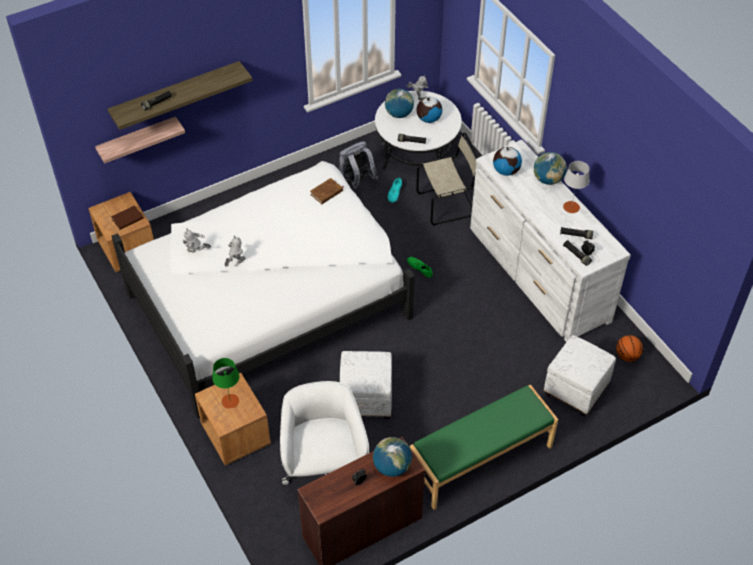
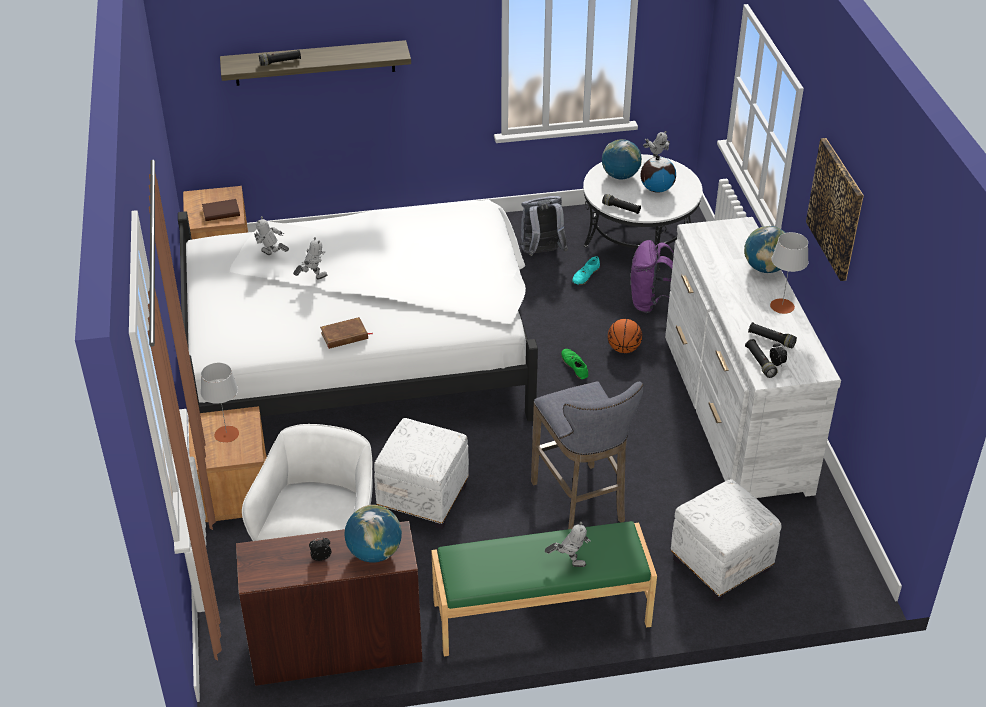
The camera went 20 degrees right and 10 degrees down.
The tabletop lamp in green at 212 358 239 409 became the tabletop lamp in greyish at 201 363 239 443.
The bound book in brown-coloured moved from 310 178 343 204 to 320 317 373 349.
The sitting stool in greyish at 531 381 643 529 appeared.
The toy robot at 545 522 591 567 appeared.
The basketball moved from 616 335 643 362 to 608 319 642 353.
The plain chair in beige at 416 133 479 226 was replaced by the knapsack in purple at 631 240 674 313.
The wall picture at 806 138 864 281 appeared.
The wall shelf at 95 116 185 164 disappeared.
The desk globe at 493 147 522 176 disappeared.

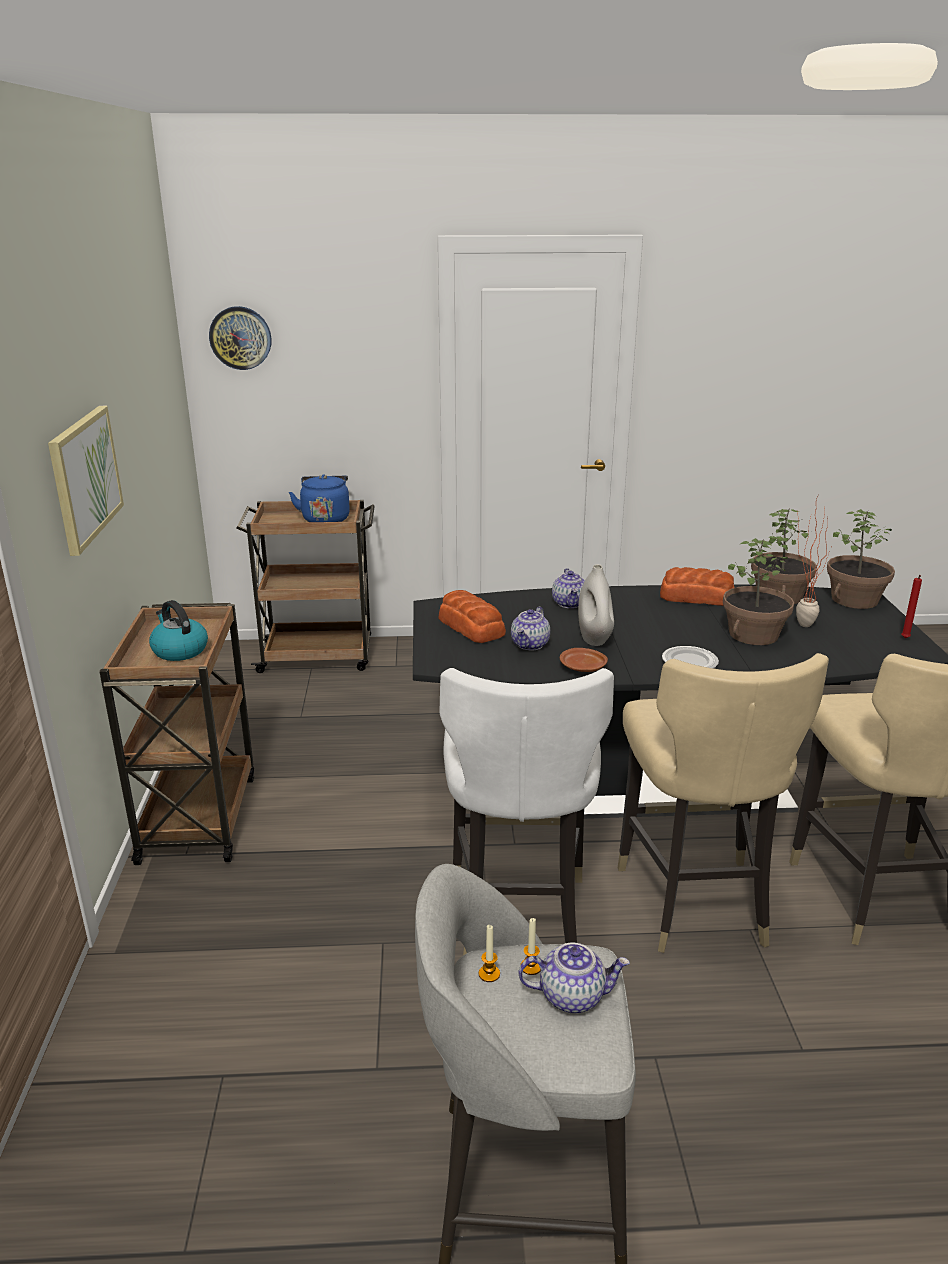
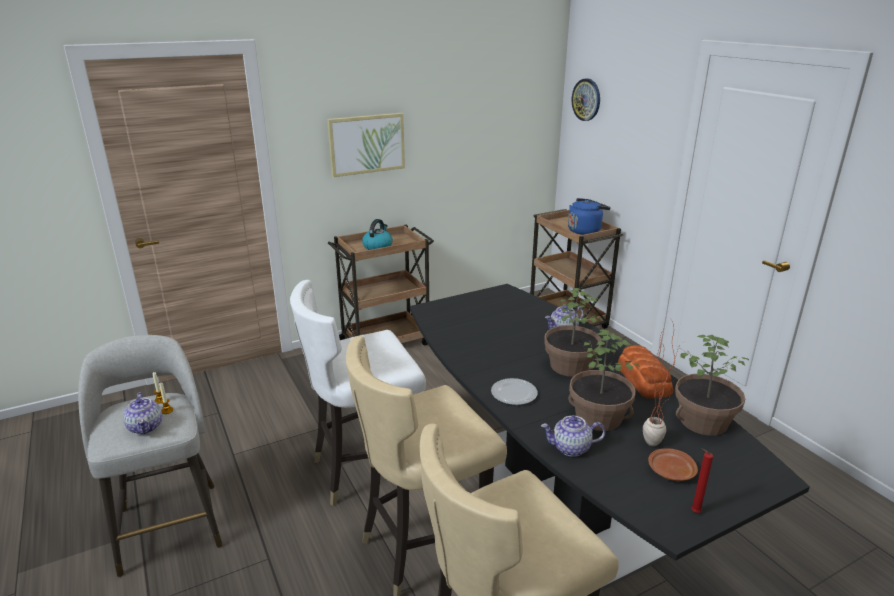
The camera went 65 degrees right and 0 degrees up.
The tea pot moved from 511 607 550 650 to 541 416 605 457.
The potted plant moved from 827 509 895 609 to 544 288 603 377.
The plate in brown-coloured moved from 560 648 608 672 to 648 448 698 481.
The bread at 438 590 506 643 disappeared.
The flower vase in white at 578 564 614 646 disappeared.

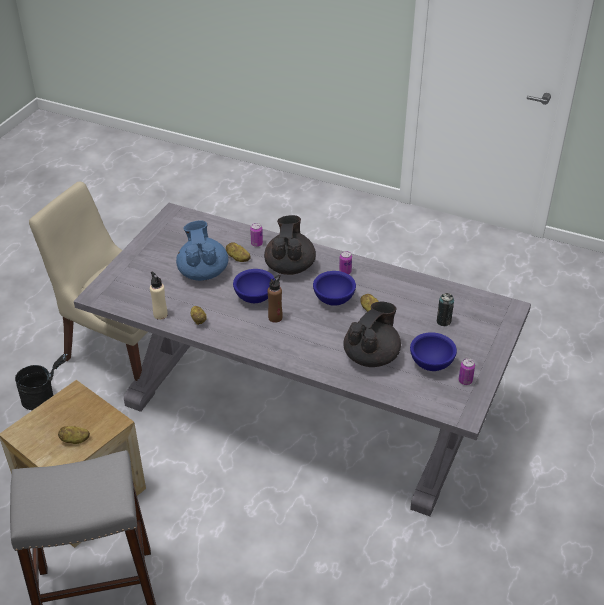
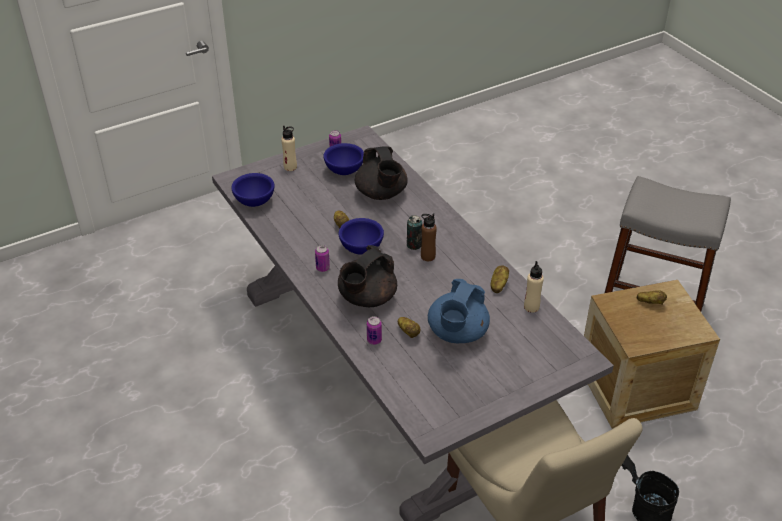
The camera went 145 degrees left and 0 degrees up.
The deep dish in bluish moved from 233 269 275 303 to 231 173 275 207.
The beverage bottle in beige at 281 125 297 171 appeared.
The tea pot in blackish at 343 302 401 367 turned 90 degrees counterclockwise.
The sealed can moved from 437 293 454 326 to 407 215 422 250.

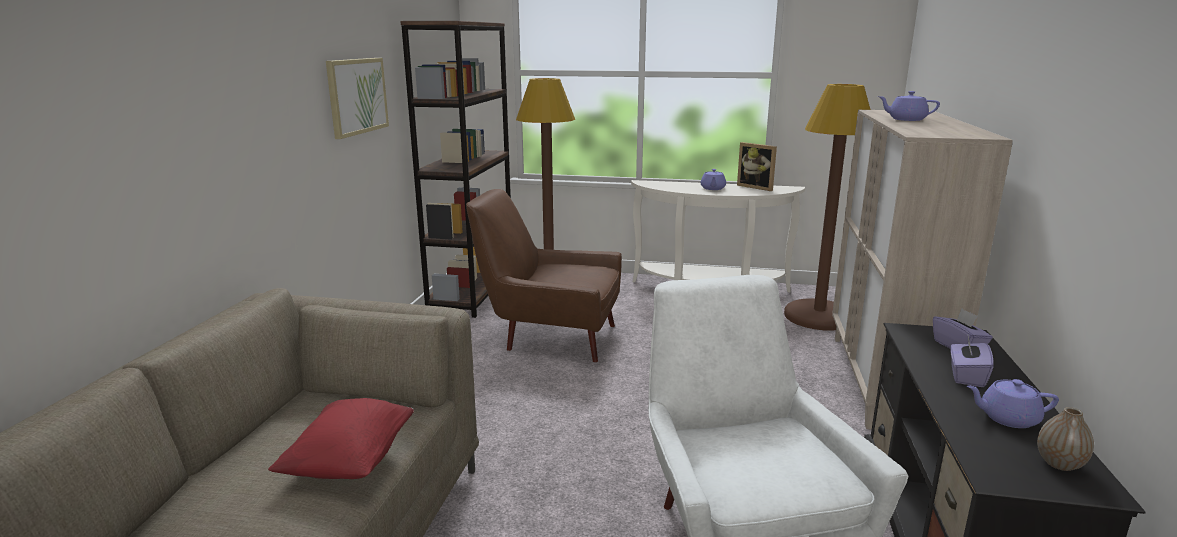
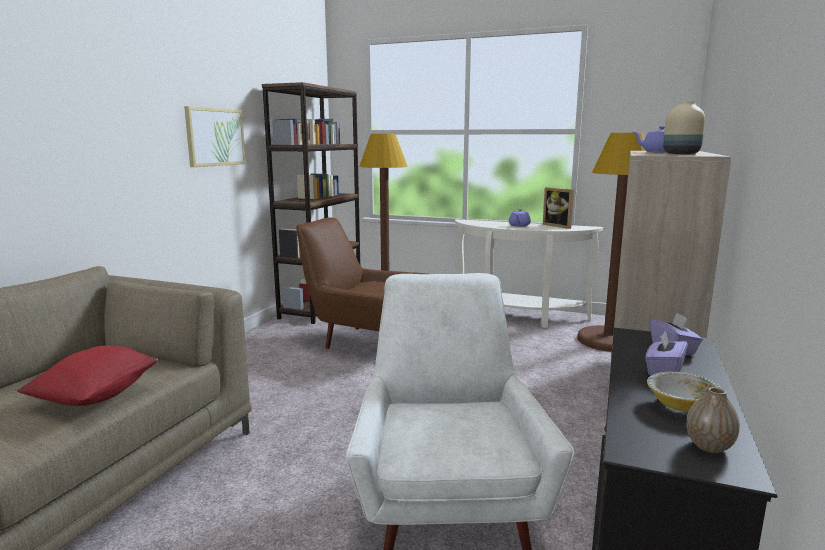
The camera went 10 degrees right and 5 degrees down.
The tea pot in purple at 967 379 1059 428 was replaced by the deep dish at 647 372 722 412.
The flower vase in beige at 663 101 705 154 appeared.

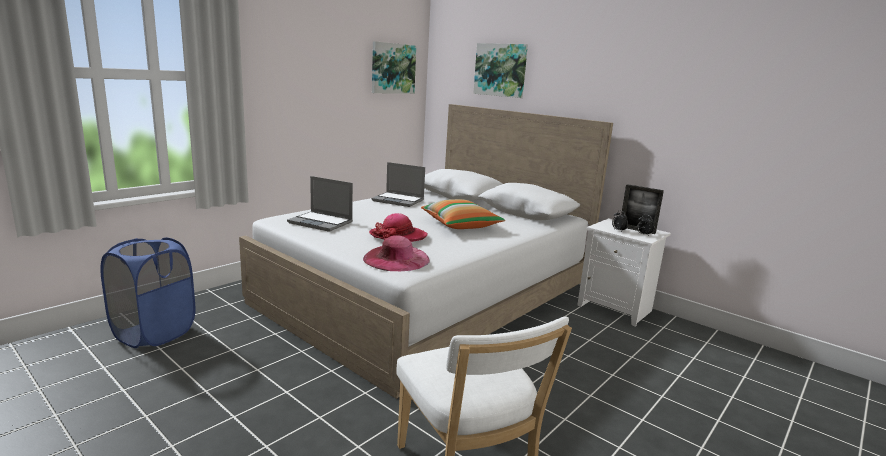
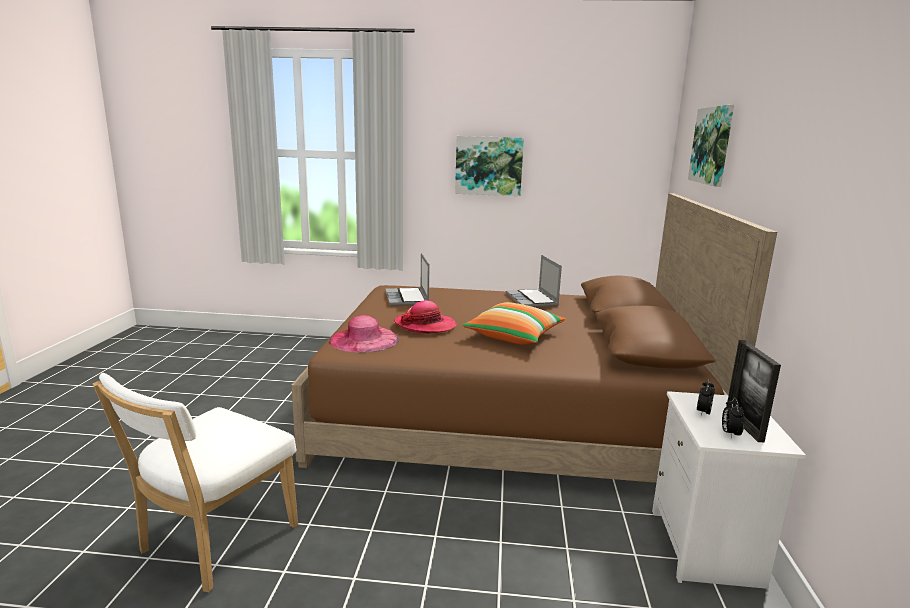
The camera went 55 degrees right and 0 degrees up.
The bed in white at 239 104 613 399 became the bed in brown-coloured at 291 193 777 483.
The wall picture moved from 372 41 416 94 to 455 136 524 196.
The washing basket in bluish at 100 238 195 348 disappeared.

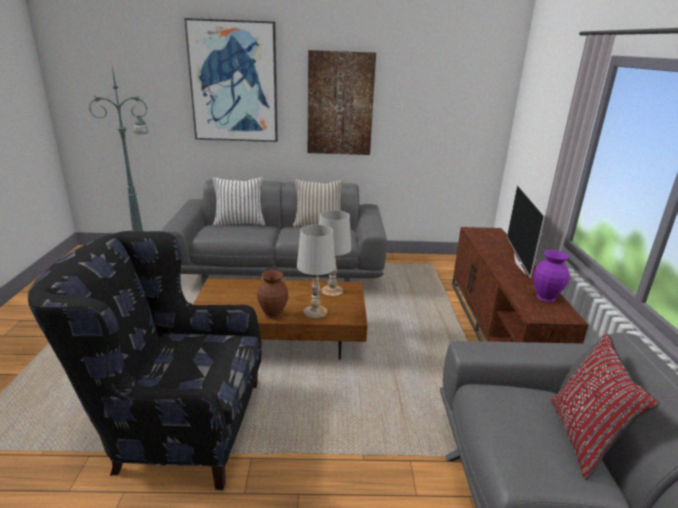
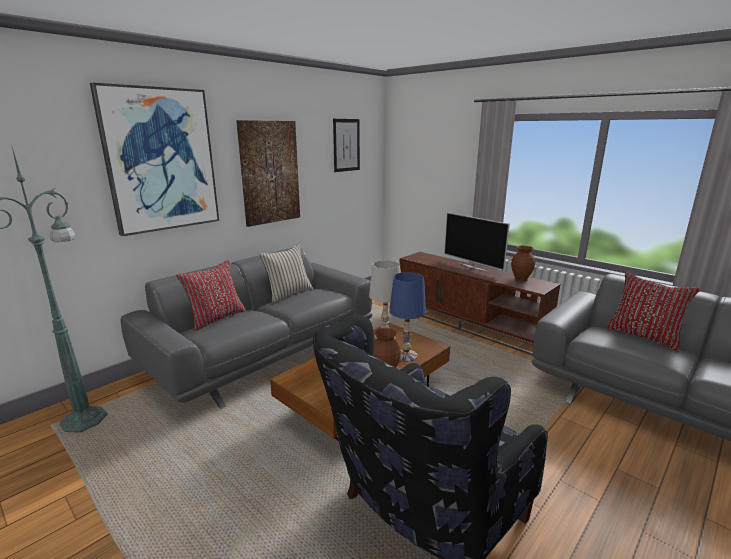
The camera went 45 degrees left and 5 degrees down.
The cushion in white at 212 177 265 226 became the cushion in red-coloured at 176 260 246 331.
The wall picture at 333 119 360 172 appeared.
The tabletop lamp in white at 297 225 335 319 became the tabletop lamp in bluish at 389 272 426 362.
The flower vase in purple at 533 250 570 302 became the flower vase in brown-coloured at 511 245 535 281.

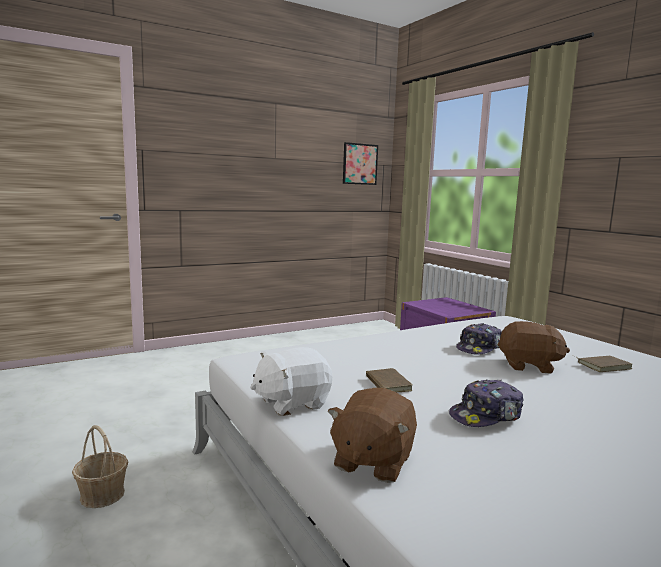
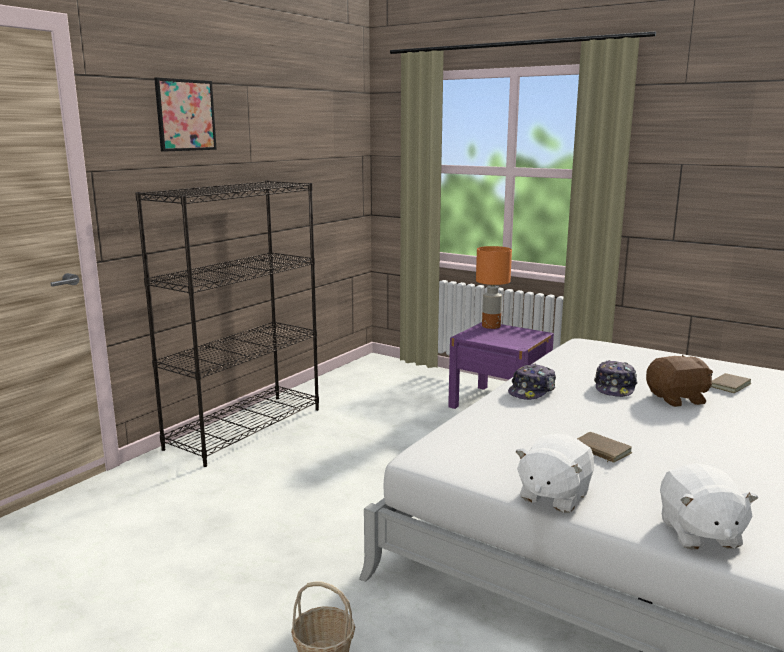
The camera went 25 degrees left and 5 degrees up.
The bookcase in blackish at 135 180 319 467 appeared.
The wall picture moved from 343 142 378 185 to 154 77 217 152.
The tabletop lamp in orangey at 476 246 512 329 appeared.
The baseball cap moved from 449 379 523 427 to 508 363 556 400.
The soft toy in brown-coloured at 327 388 417 483 became the soft toy in white at 660 463 758 549.

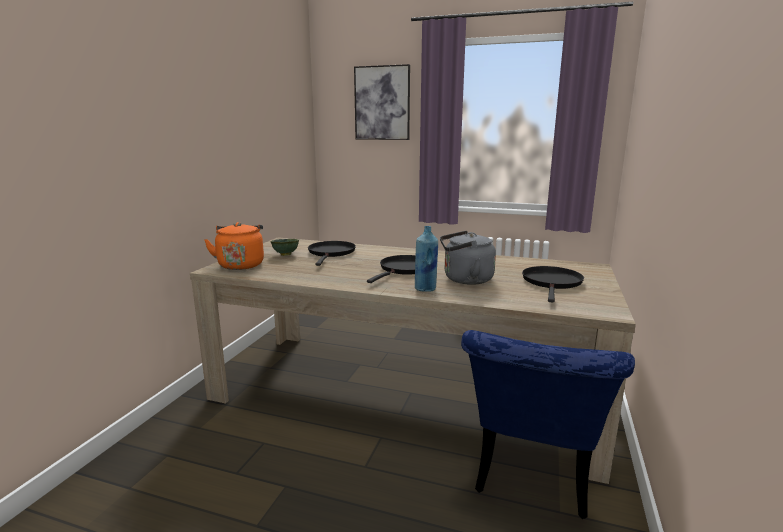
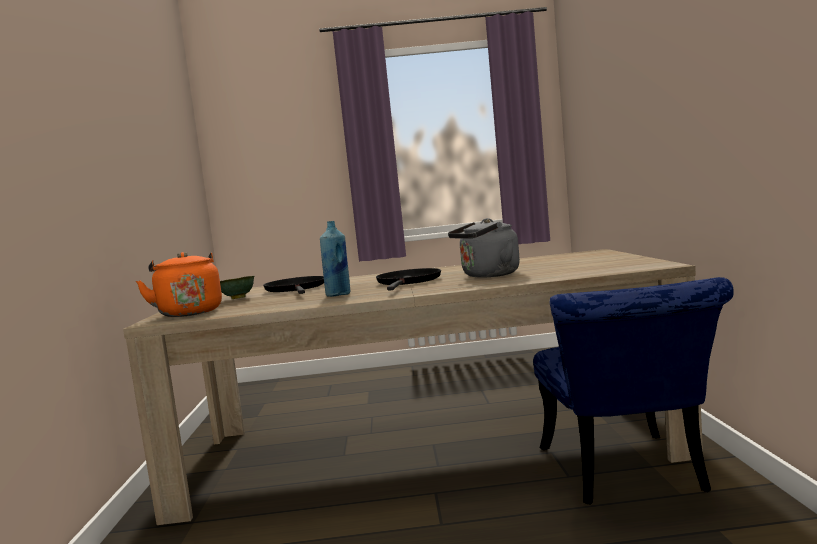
The camera went 20 degrees left and 10 degrees down.
The beverage bottle in bluish moved from 415 226 438 292 to 320 221 350 297.
The wall picture at 354 64 410 140 disappeared.
The skillet in blackish at 522 266 584 303 disappeared.

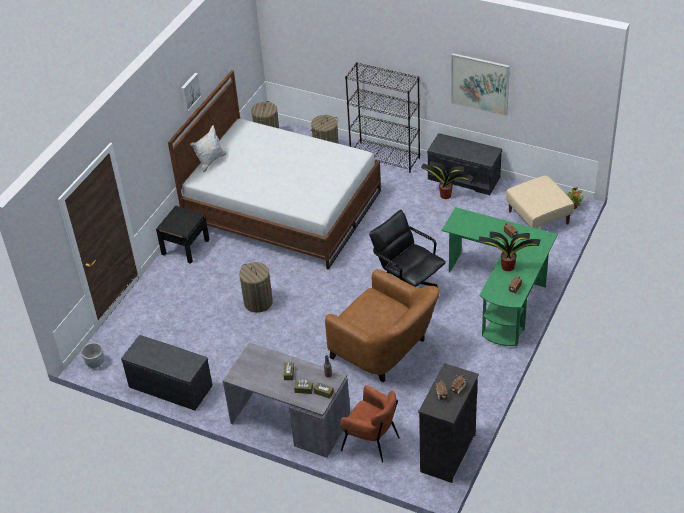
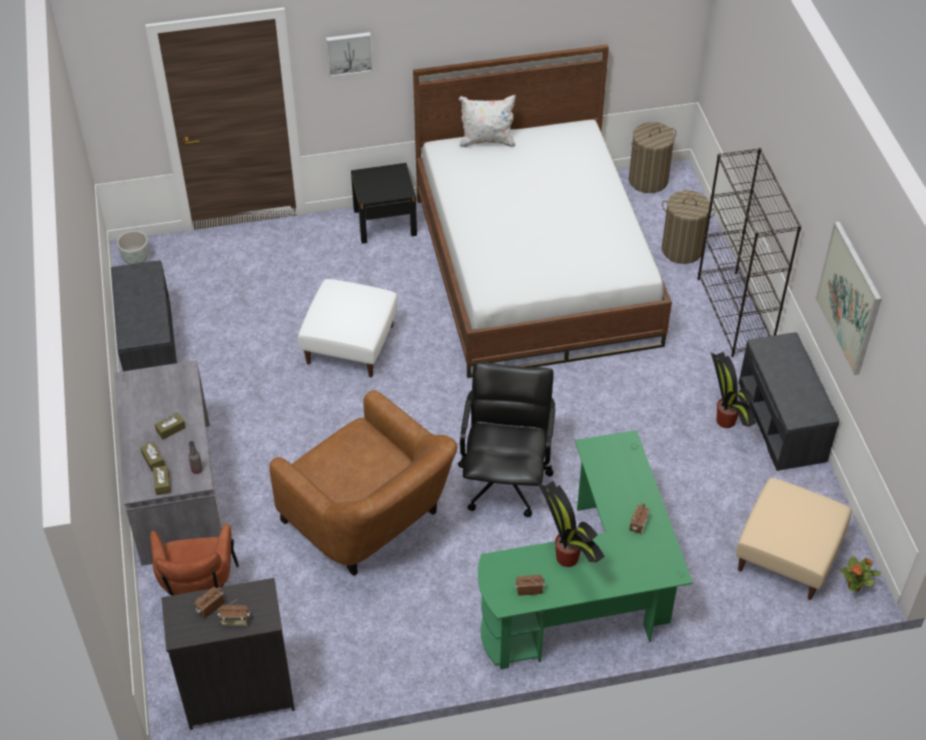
The camera went 50 degrees right and 5 degrees up.
The armchair in brown-coloured at 325 269 440 382 turned 45 degrees counterclockwise.
The washing basket at 239 262 273 313 was replaced by the footrest in white at 298 279 398 377.
The wall picture moved from 181 73 202 112 to 326 32 373 77.

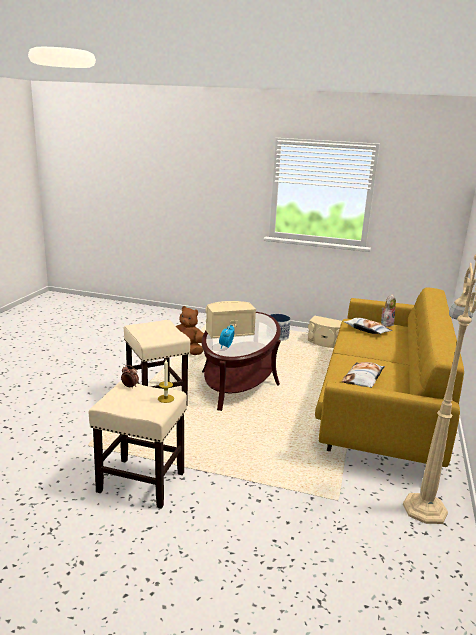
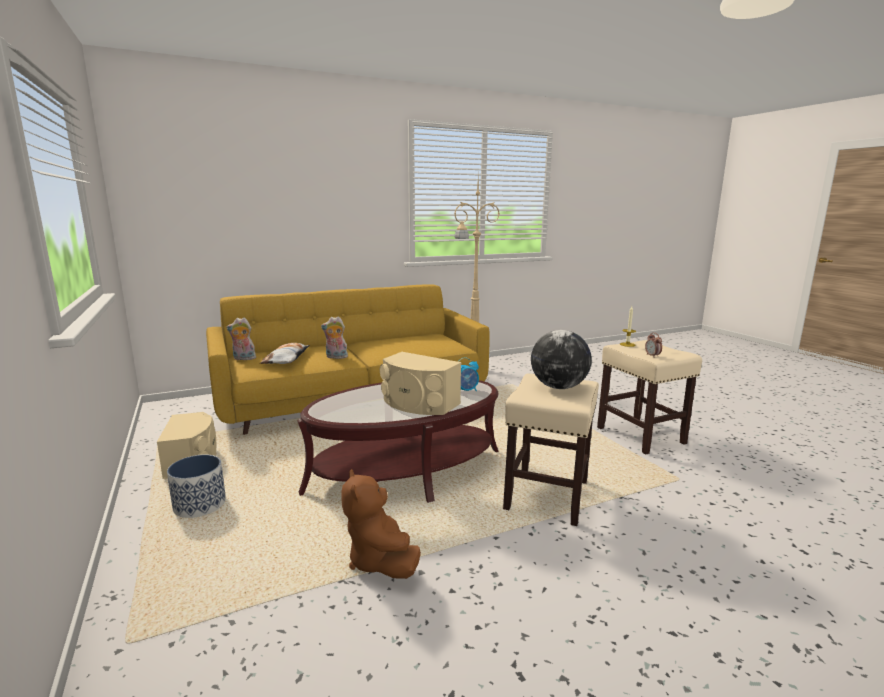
The camera went 130 degrees left and 5 degrees down.
The soft toy at 321 316 348 359 appeared.
The desk globe at 531 330 592 389 appeared.
The cushion at 342 362 385 388 disappeared.

